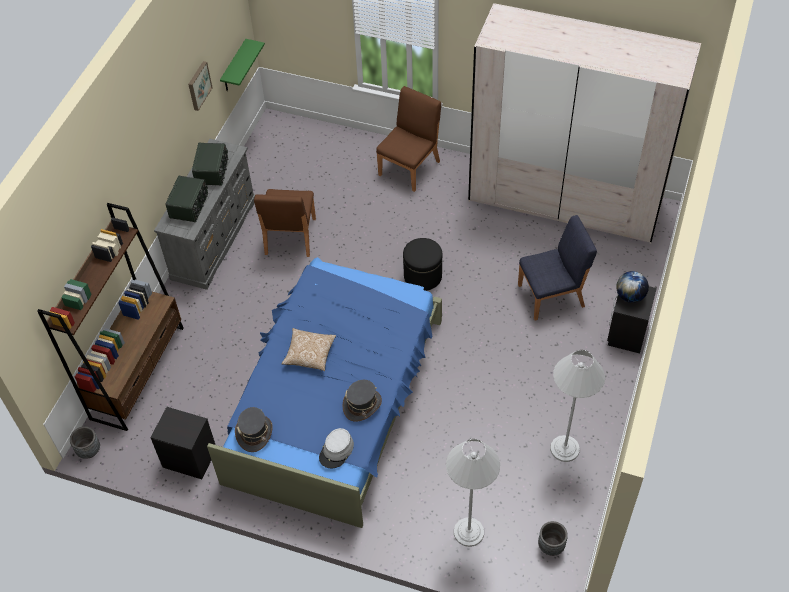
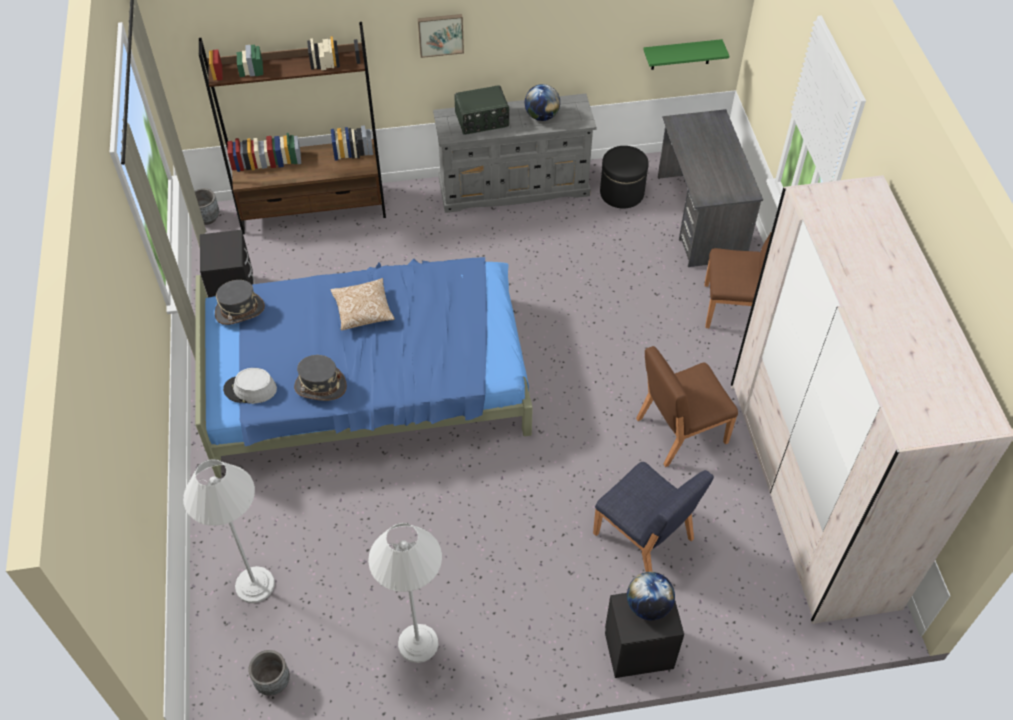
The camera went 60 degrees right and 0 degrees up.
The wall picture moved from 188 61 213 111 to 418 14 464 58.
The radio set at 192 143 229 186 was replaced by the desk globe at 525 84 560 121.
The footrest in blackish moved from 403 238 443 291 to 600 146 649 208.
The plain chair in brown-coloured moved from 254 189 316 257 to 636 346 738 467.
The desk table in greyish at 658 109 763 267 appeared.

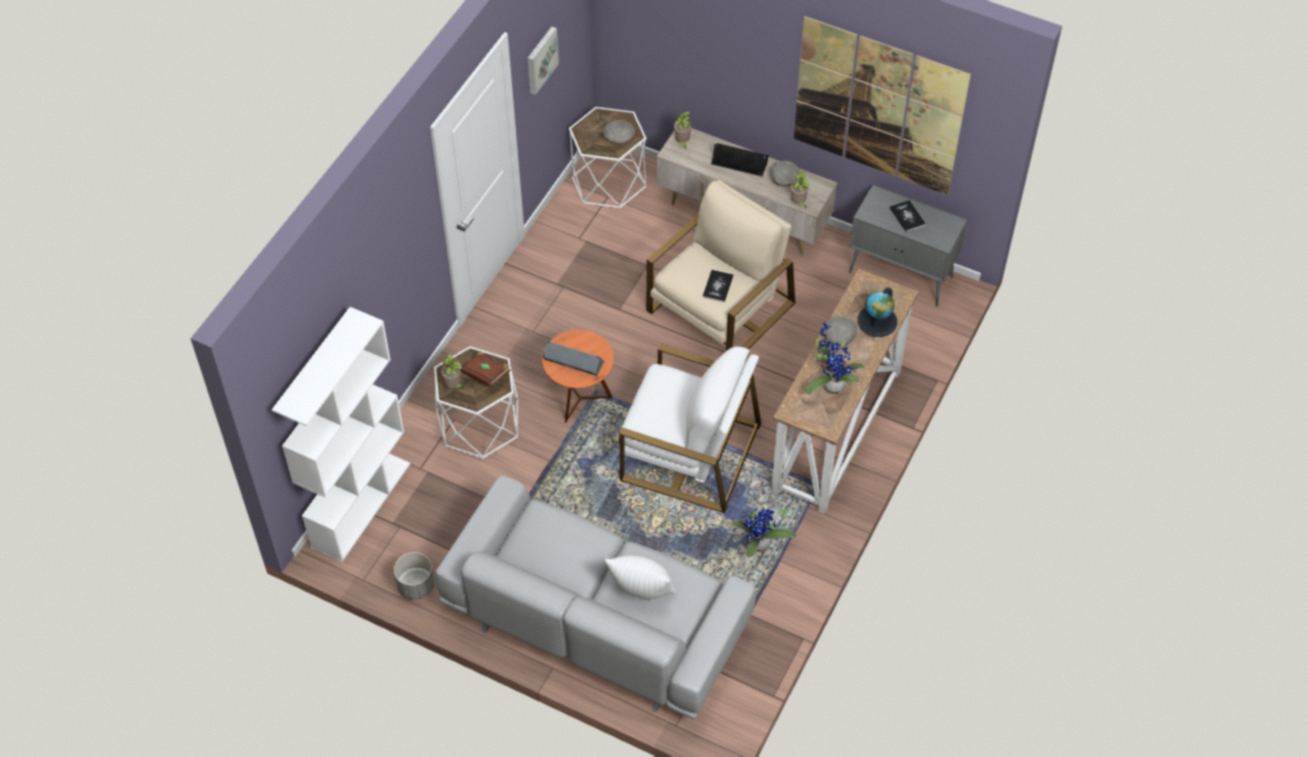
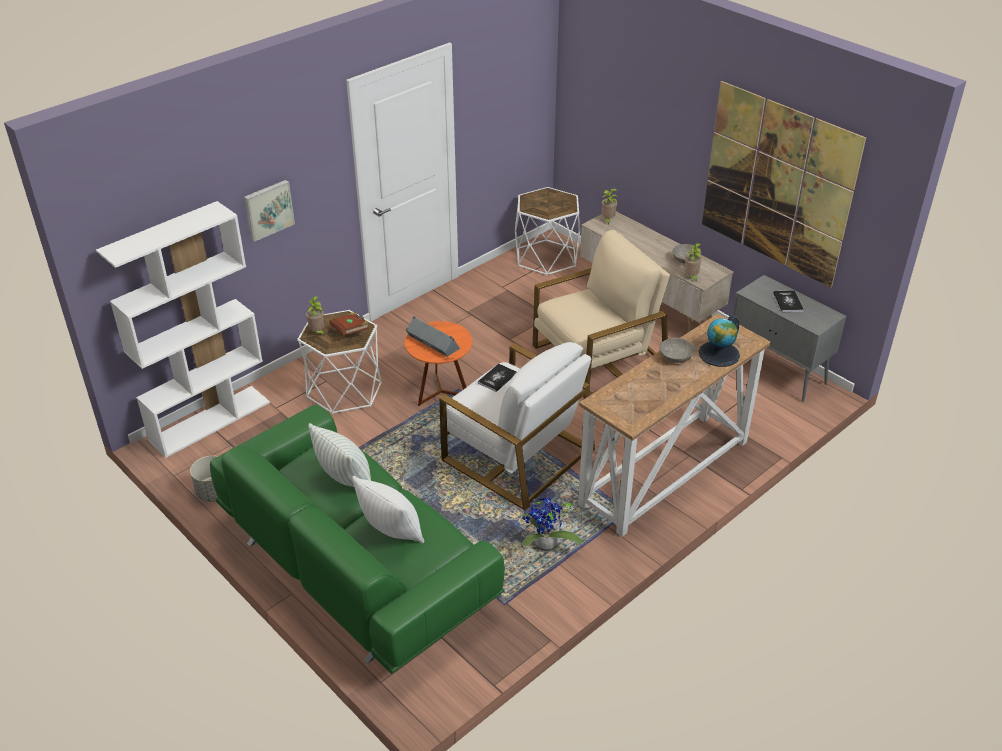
The camera went 20 degrees right and 15 degrees down.
The couch in greyish at 435 476 756 719 became the couch in green at 210 405 505 674.
The wall picture moved from 527 26 559 95 to 244 180 295 242.
The cushion at 308 423 371 487 appeared.
The bound book moved from 703 270 734 302 to 478 363 517 392.
The deep dish in greyish at 604 120 635 145 disappeared.
The audio speaker in blackish at 711 143 769 177 disappeared.
The potted plant at 805 323 864 395 disappeared.

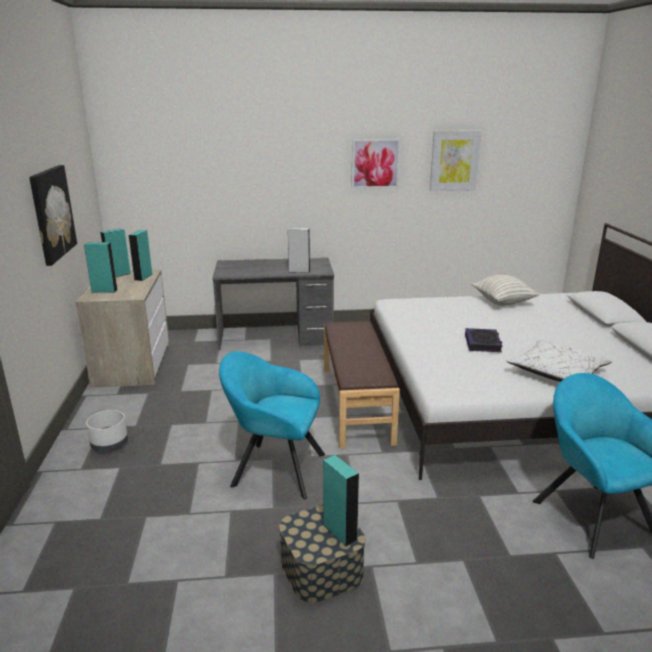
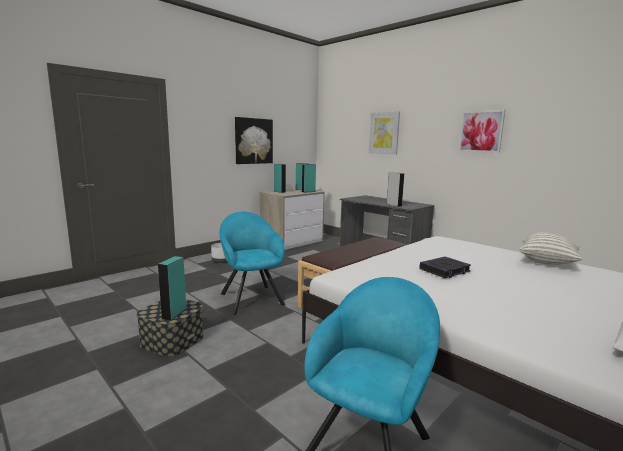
The camera went 50 degrees right and 10 degrees down.
The wall picture moved from 430 131 482 191 to 369 111 400 154.
The cushion in white at 506 340 612 382 disappeared.

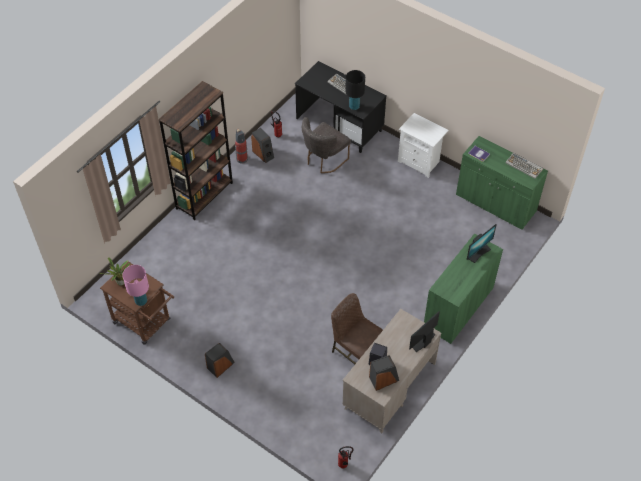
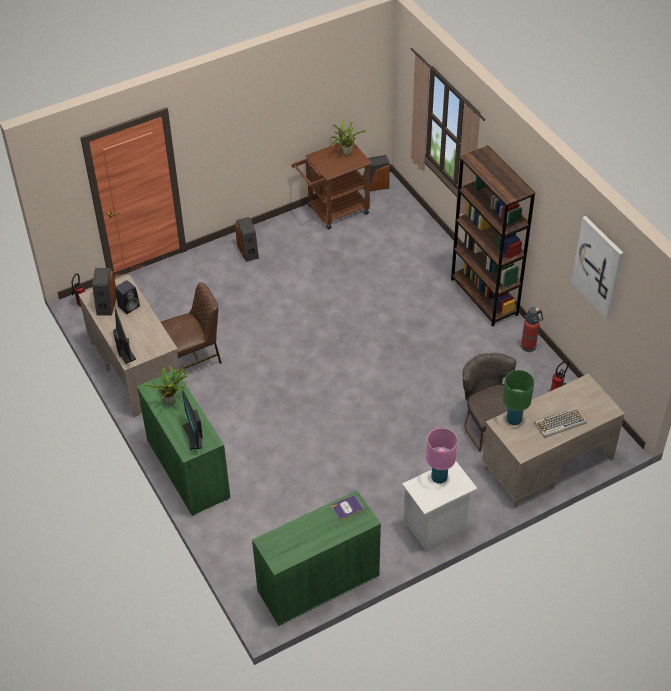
The camera went 115 degrees right and 5 degrees down.
The potted plant at 144 365 190 405 appeared.
The audio speaker moved from 251 128 274 163 to 363 155 390 191.
The tabletop lamp in pink-coloured moved from 122 265 149 306 to 426 428 458 484.
The desk table in blackish at 295 61 387 153 became the desk table in beige at 482 374 625 508.
The tabletop lamp in blackish at 345 70 365 110 became the tabletop lamp in green at 503 370 534 425.
The wall picture at 571 216 623 319 appeared.
The keyboard at 506 153 543 179 disappeared.

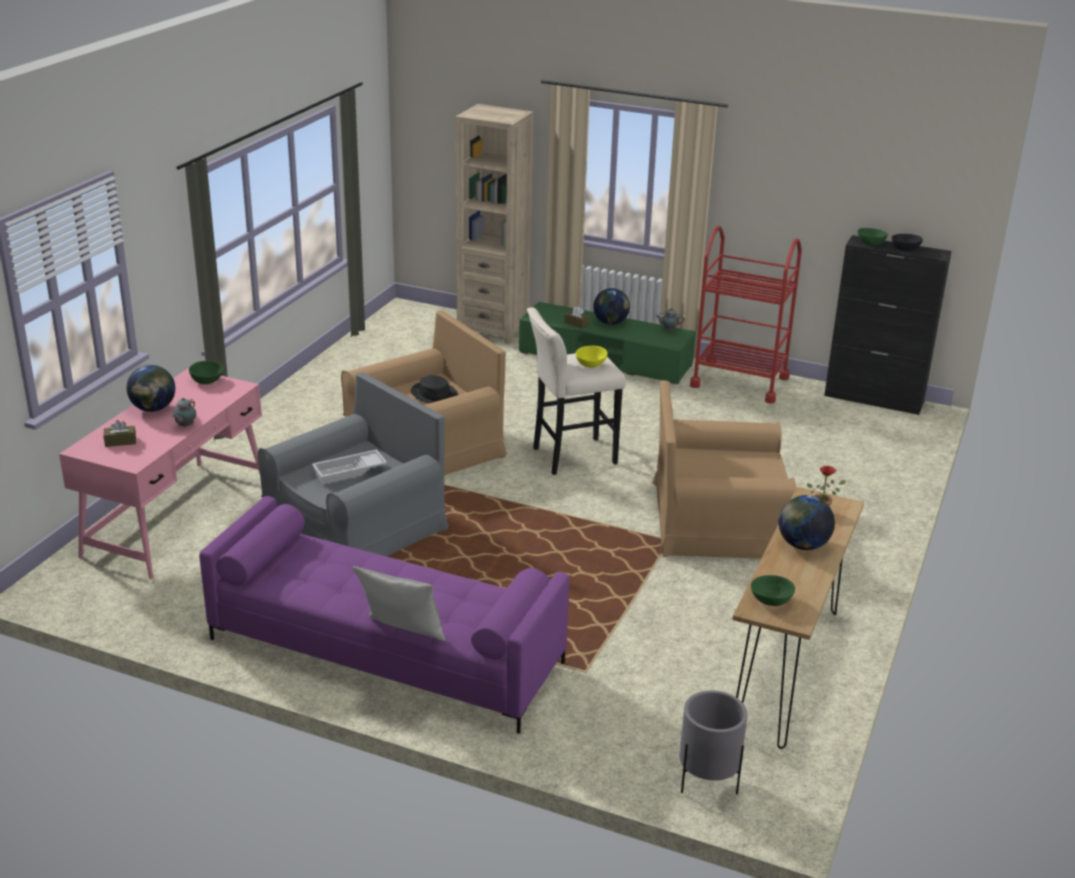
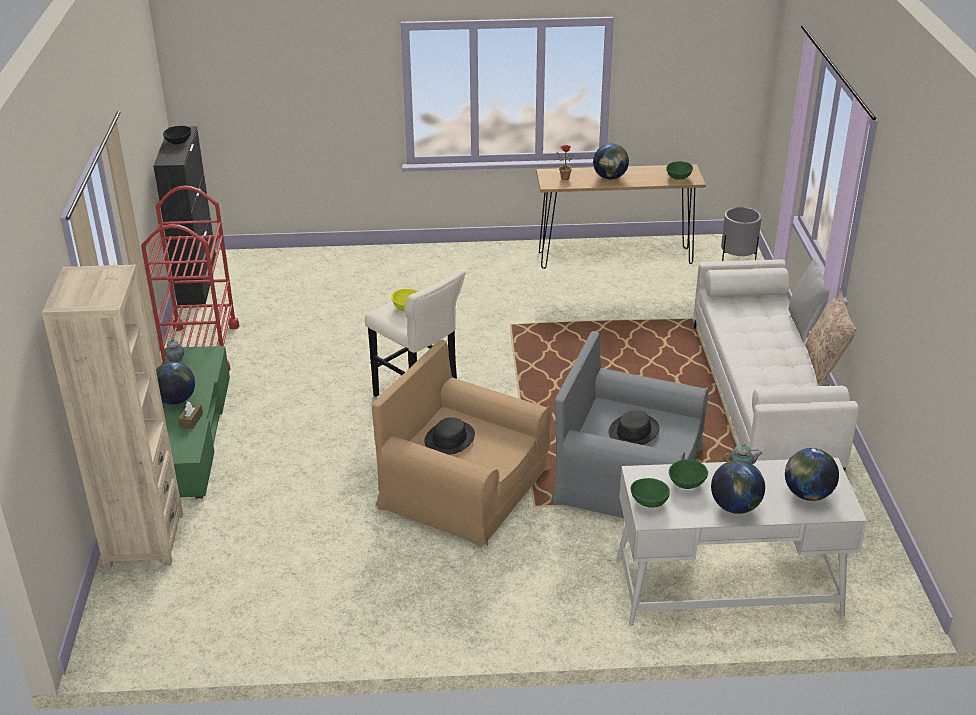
The camera went 115 degrees left and 5 degrees up.
The tray in white at 312 450 387 484 was replaced by the hat in blackish at 609 410 660 445.
The desk table in pink-coloured at 59 368 262 579 became the desk table in white at 616 458 867 626.
The deep dish in green moved from 858 228 888 246 to 669 459 708 489.
The couch in purple at 199 496 570 734 became the couch in white at 694 259 859 471.
The box of tissues in brown-coloured at 103 420 136 447 was replaced by the desk globe at 785 448 839 501.
The cushion in beige at 805 290 857 385 appeared.
The armchair in brown-coloured at 652 380 796 559 disappeared.

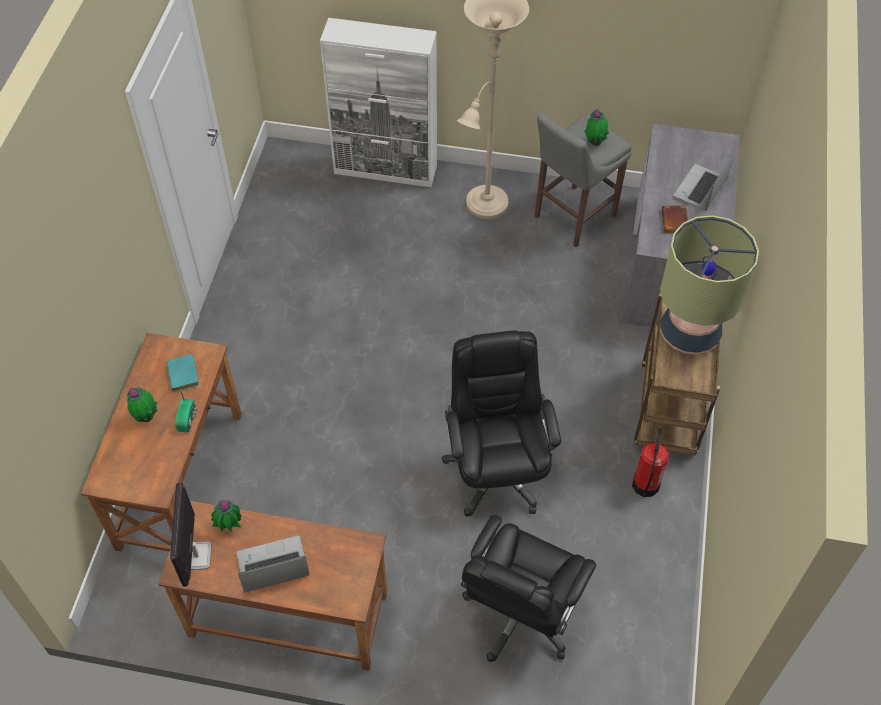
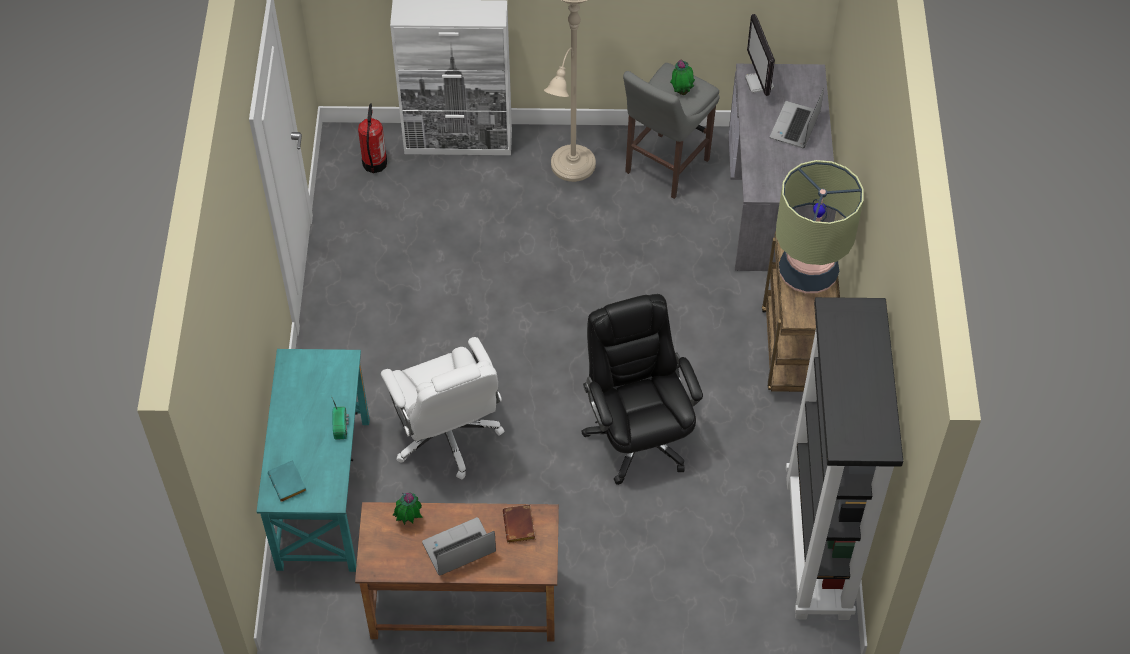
The camera went 10 degrees left and 0 degrees up.
The desk table in brown-coloured at 81 333 242 552 became the desk table in blue-green at 257 349 370 572.
The bound book in blue-green moved from 167 354 199 392 to 268 460 307 502.
The fire-fighting cylinder moved from 632 428 669 497 to 358 103 387 173.
The office chair in white at 381 337 504 480 appeared.
The bound book in brown-coloured moved from 662 205 688 233 to 503 504 535 543.
The computer screen moved from 170 482 211 587 to 745 14 775 96.
The bookcase in blackish at 786 297 903 620 appeared.
The potted plant at 127 387 157 422 disappeared.
The office chair in blackish at 461 515 596 662 disappeared.

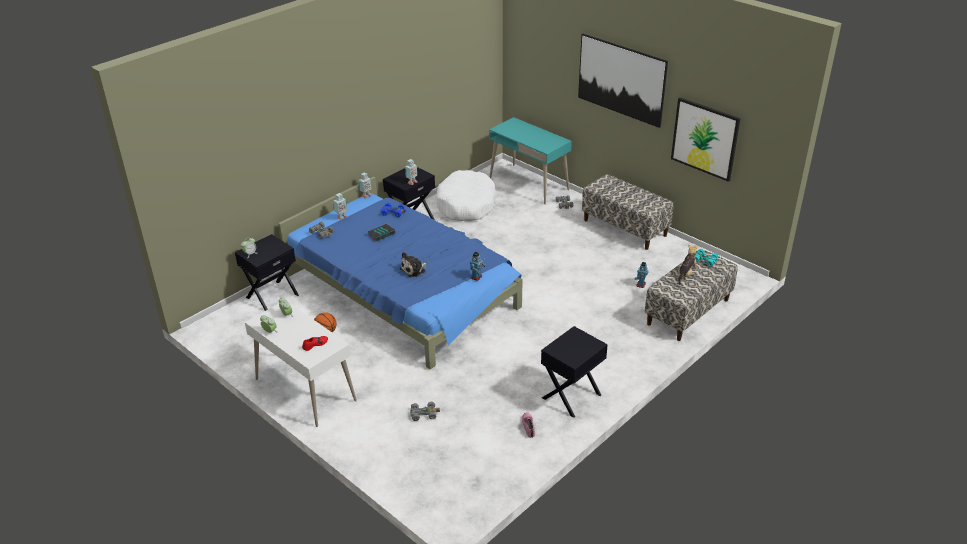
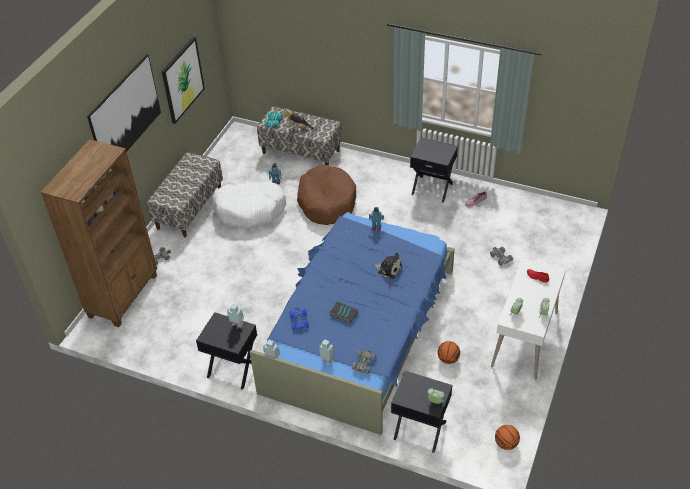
The camera went 110 degrees left and 10 degrees up.
The desk table in blue-green at 489 117 572 204 was replaced by the bookcase in brown-coloured at 41 139 157 327.
The dog bed in white moved from 435 170 496 221 to 212 182 286 229.
The dog bed in brown-coloured at 297 165 356 225 appeared.
The basketball at 495 425 520 450 appeared.

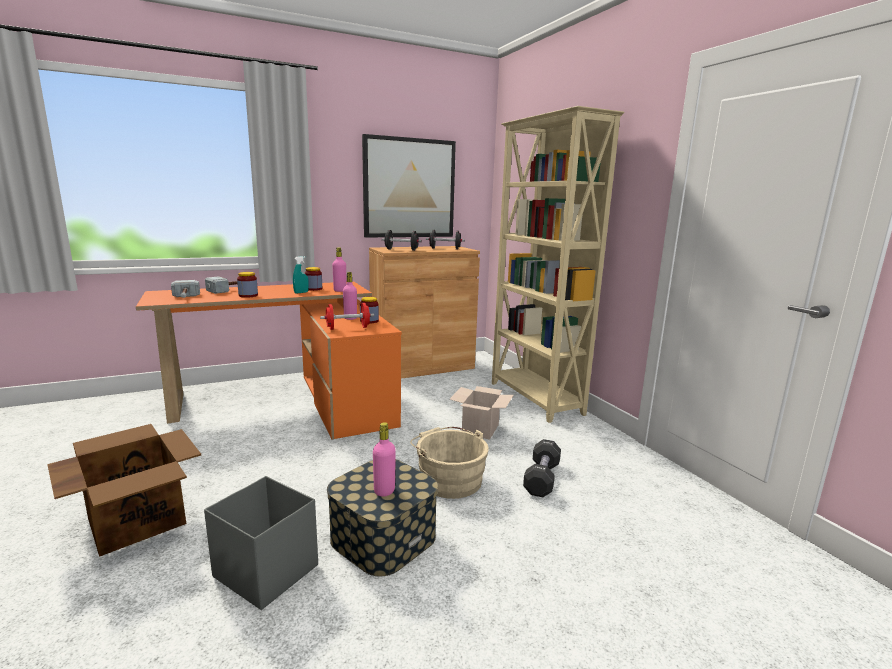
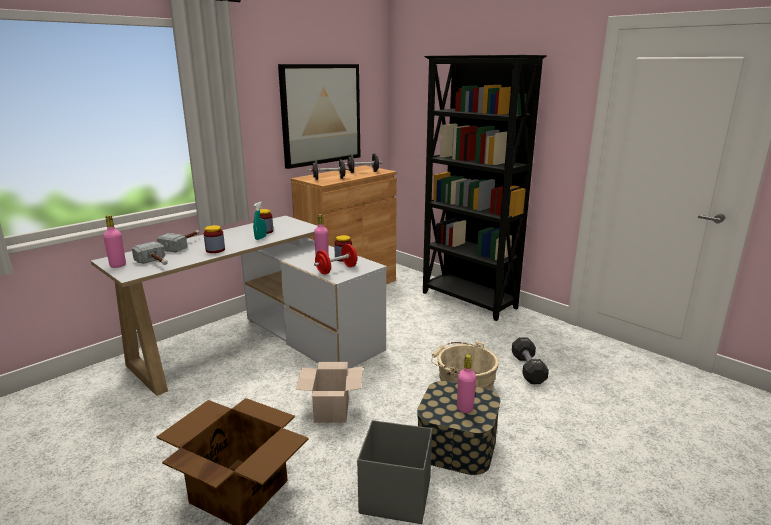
The camera went 20 degrees left and 5 degrees up.
The desk table in orangey at 136 282 402 440 became the desk table in white at 91 216 387 396.
The beverage bottle in pink-coloured moved from 332 247 346 292 to 103 215 126 268.
The carton moved from 450 386 514 440 to 296 362 363 423.
The bookcase in beige at 492 106 624 423 became the bookcase in blackish at 423 55 547 321.

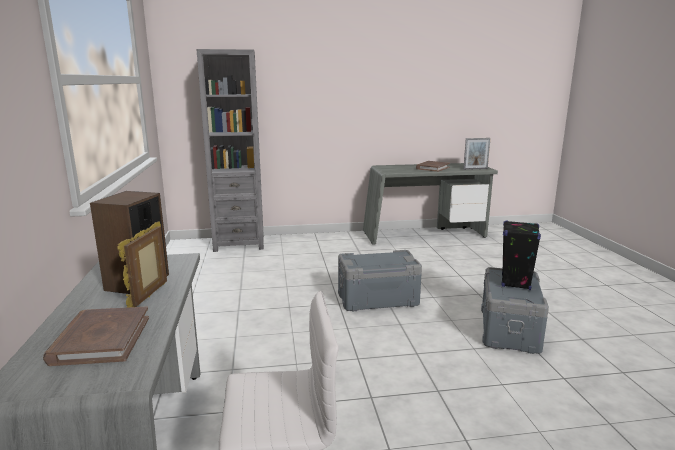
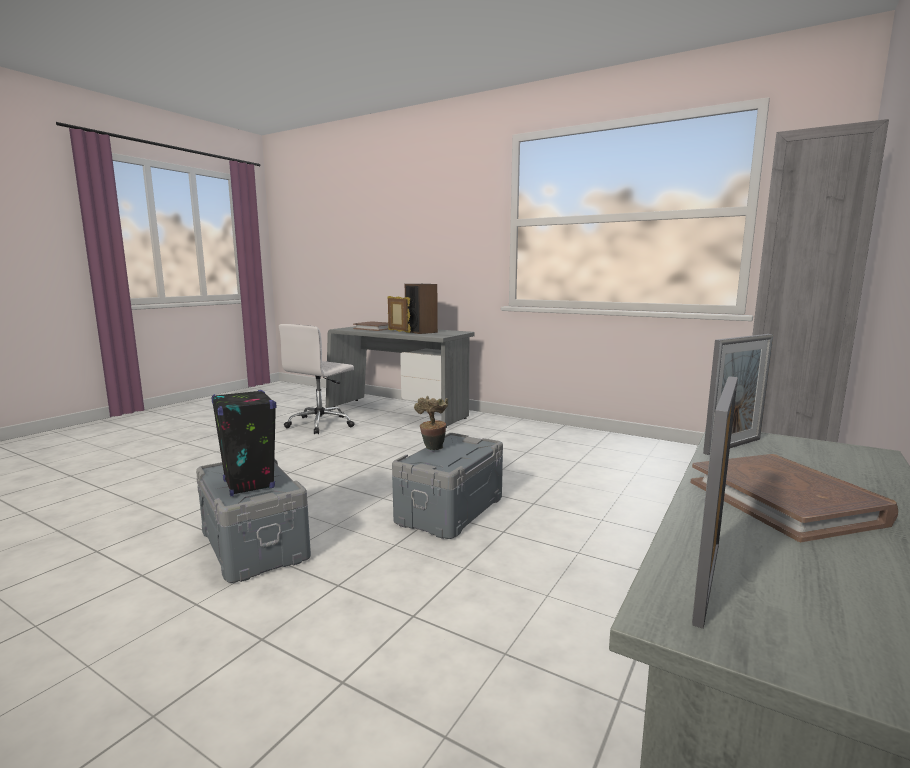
The camera went 130 degrees right and 5 degrees down.
The potted plant at 414 396 448 450 appeared.
The standing frame at 703 334 773 455 appeared.

